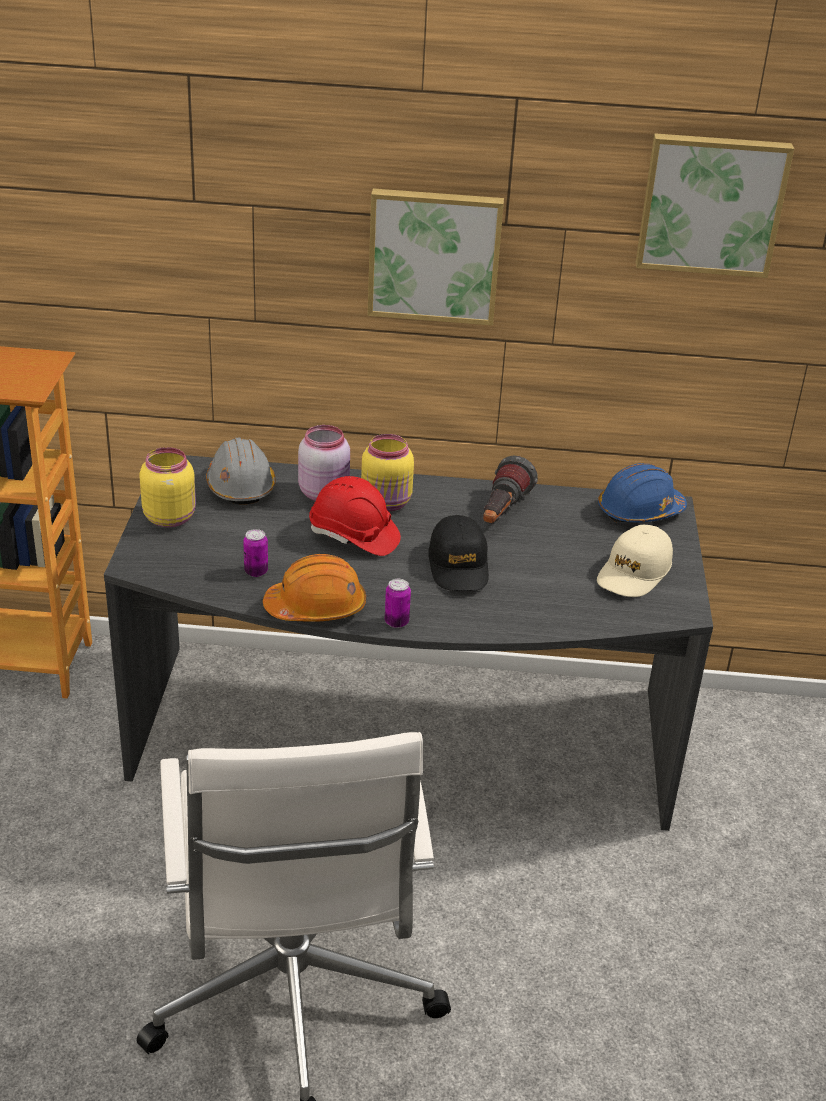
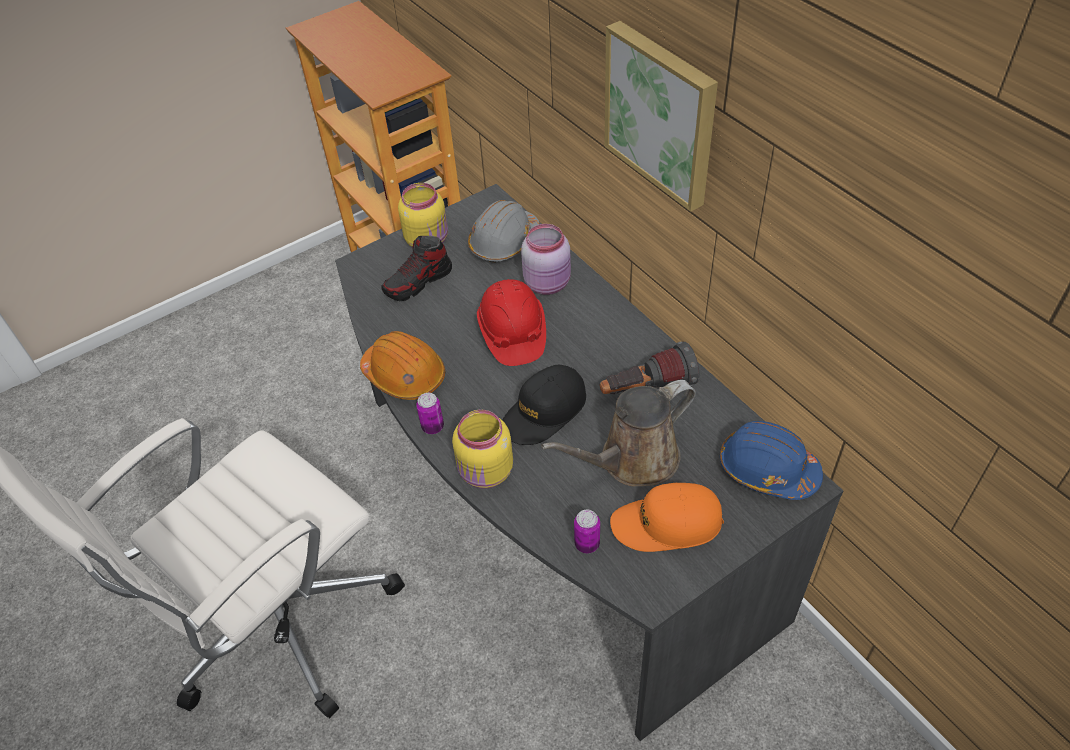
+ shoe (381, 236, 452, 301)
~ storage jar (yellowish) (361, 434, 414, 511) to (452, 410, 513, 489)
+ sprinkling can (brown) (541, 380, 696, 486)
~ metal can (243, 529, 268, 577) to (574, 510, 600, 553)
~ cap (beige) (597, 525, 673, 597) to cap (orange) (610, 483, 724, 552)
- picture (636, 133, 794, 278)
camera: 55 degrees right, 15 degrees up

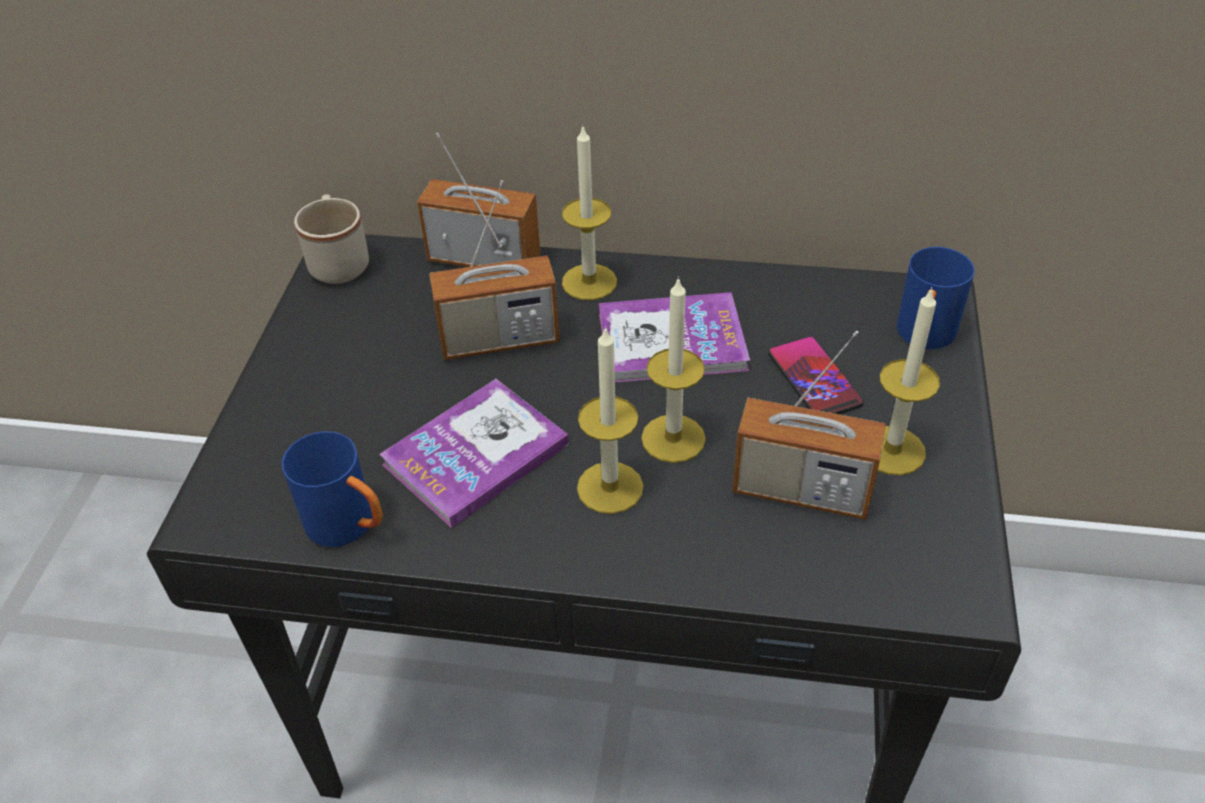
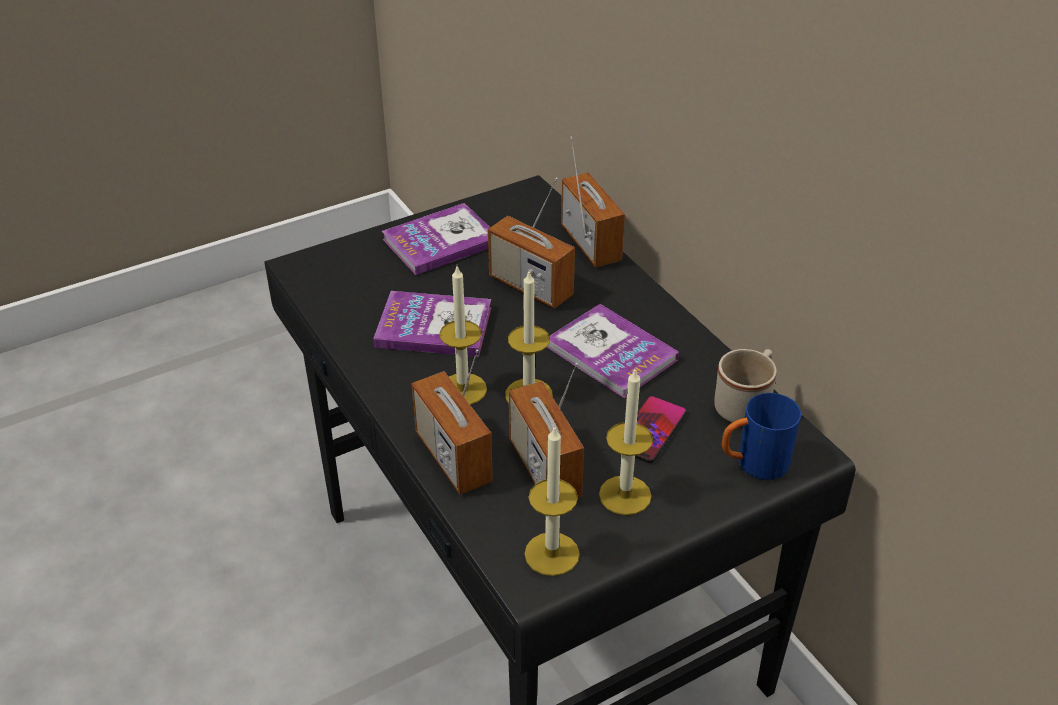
+ bound book (382, 203, 490, 275)
+ radio set (412, 349, 493, 495)
~ wax light (562, 124, 617, 300) to (524, 425, 580, 576)
~ coffee mug (beige) (294, 194, 369, 284) to (714, 349, 777, 423)
- coffee mug (blue-coloured) (282, 431, 383, 547)
camera: 50 degrees right, 5 degrees down

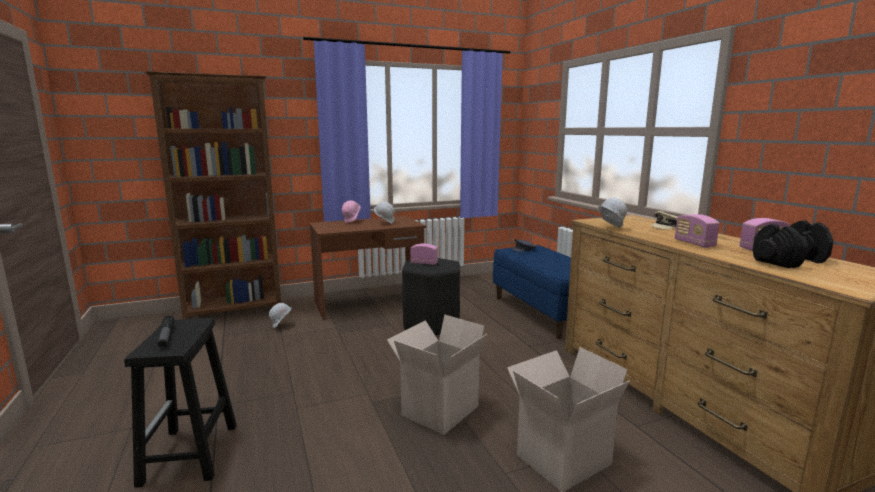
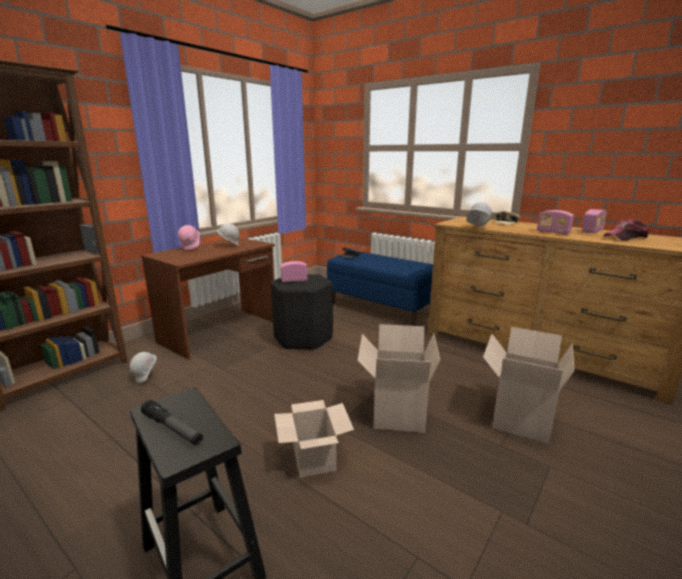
+ cardboard box (274, 400, 354, 478)
~ free weight (black) (753, 220, 833, 268) to cap (604, 219, 649, 241)
camera: 30 degrees left, 5 degrees up

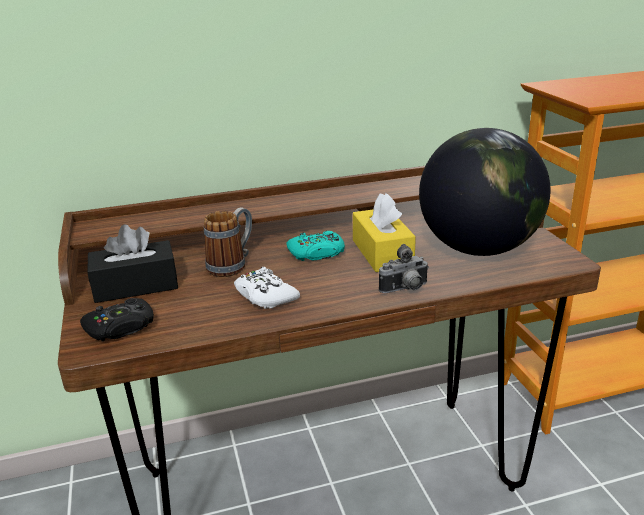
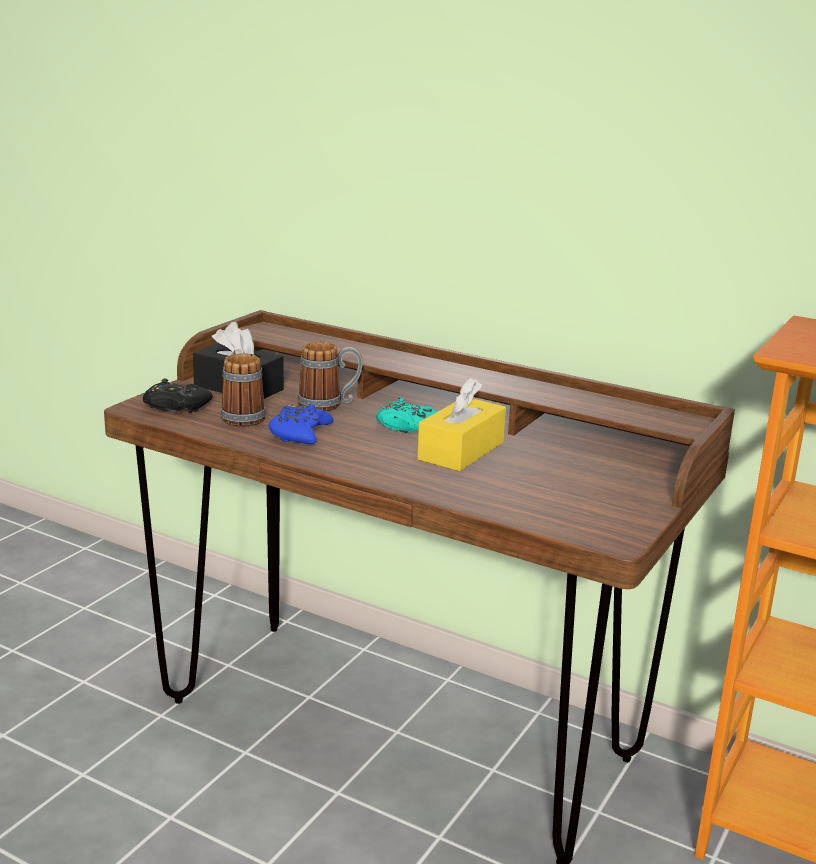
+ coffee mug (221, 349, 266, 427)
~ game controller (whitish) (234, 267, 300, 309) to game controller (blue-coloured) (269, 404, 333, 445)
- still camera (379, 244, 429, 293)
- desk globe (419, 128, 551, 256)
camera: 45 degrees right, 5 degrees down

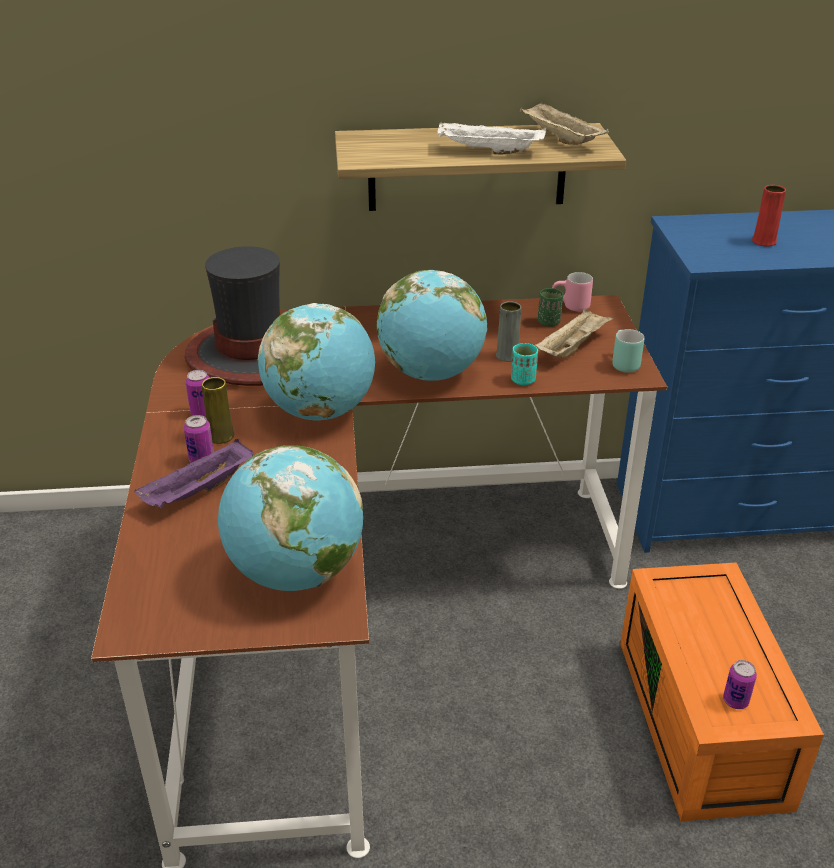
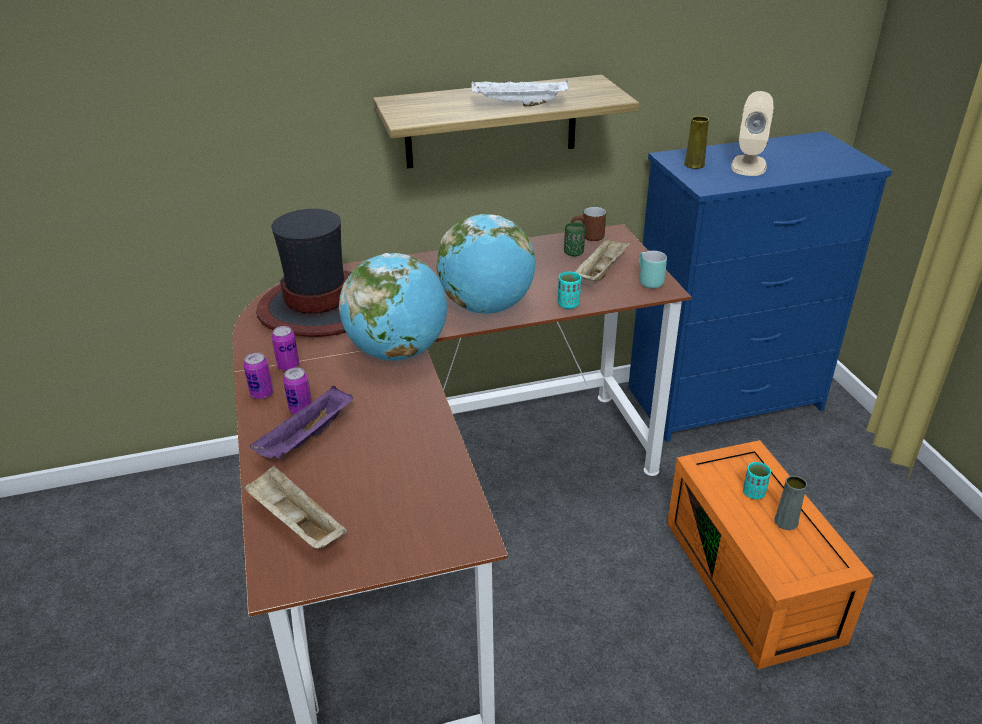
~ metal can (723, 660, 757, 709) to (243, 353, 273, 399)
~ serving tray (beige) (519, 101, 609, 145) to (244, 466, 347, 549)
~ coffee mug (pink) (552, 272, 593, 312) to coffee mug (brown) (571, 207, 606, 241)
~ vase (yellowish) (202, 377, 234, 444) to (684, 116, 709, 169)
~ vase (red-coloured) (752, 185, 786, 247) to speaker (beige) (731, 91, 774, 176)
+ drinking cup (turquoise) (743, 462, 771, 499)
~ vase (greyish) (496, 301, 521, 362) to (774, 476, 807, 530)
- desk globe (218, 445, 363, 591)
camera: 10 degrees left, 0 degrees up

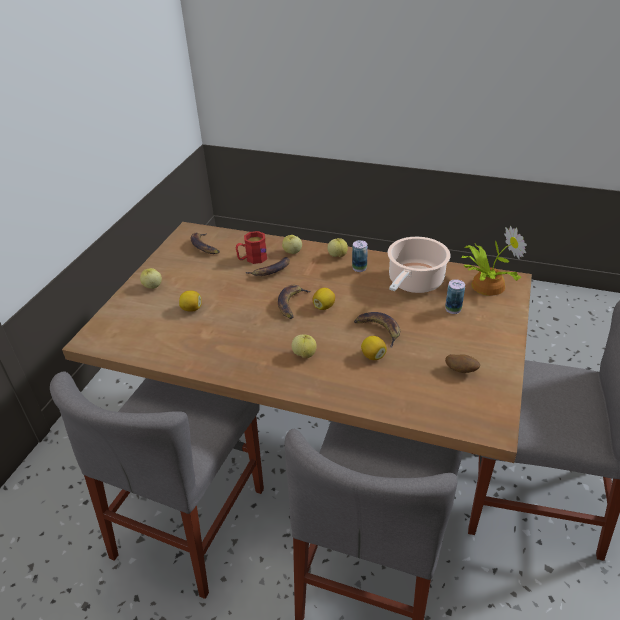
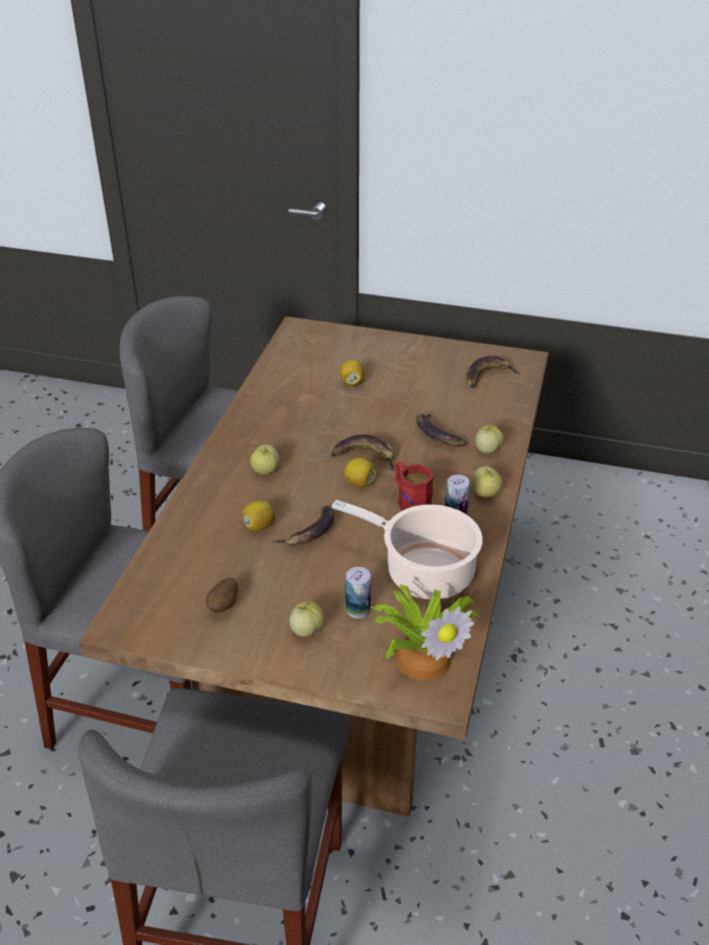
~ apple fruit (140, 268, 162, 289) to (289, 601, 324, 637)
~ coffee mug (red-coloured) (236, 231, 267, 264) to (395, 462, 434, 511)
camera: 85 degrees right, 0 degrees up

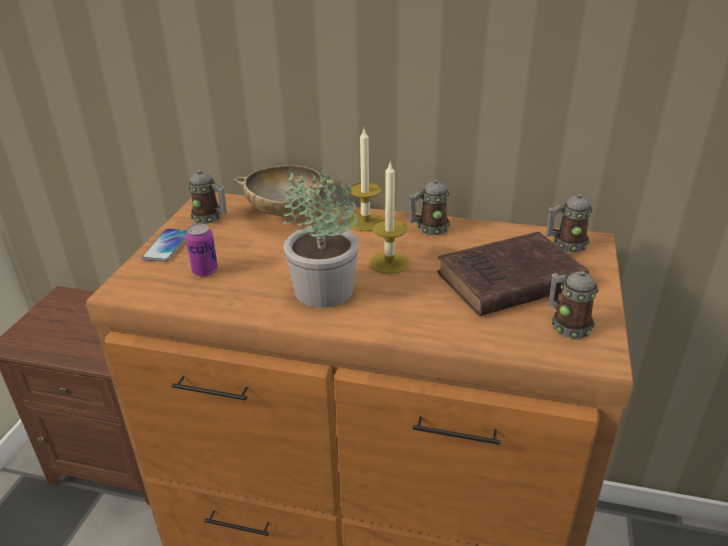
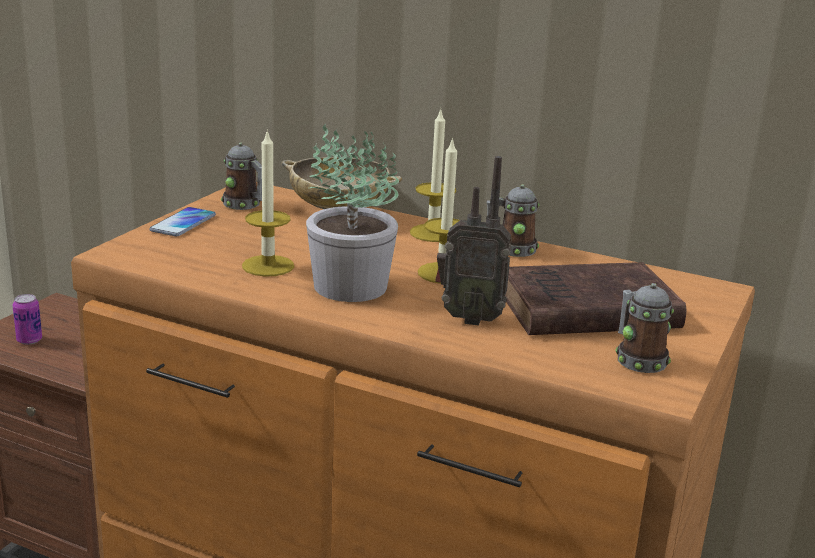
~ metal can (185, 224, 218, 277) to (12, 294, 42, 345)
+ wax light (242, 129, 294, 276)
+ radio set (435, 156, 512, 326)
- coffee mug (546, 195, 593, 252)
camera: 10 degrees right, 10 degrees down

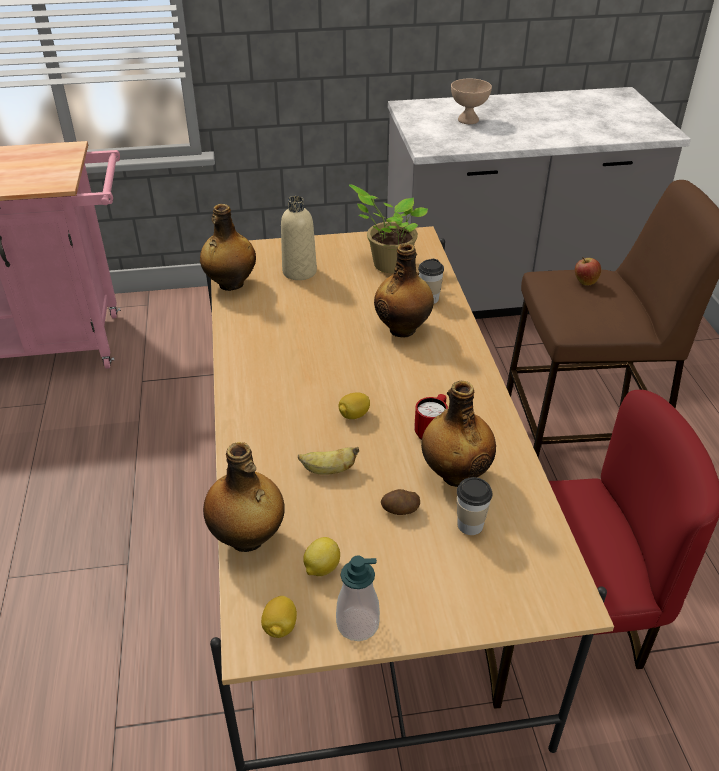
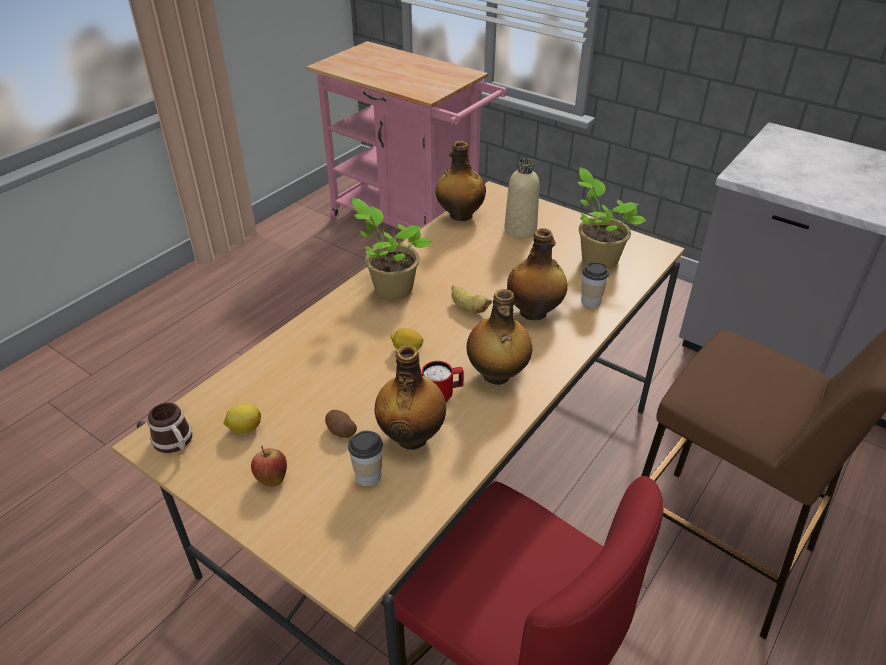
~ lemon (261, 596, 297, 638) to coffee mug (147, 402, 192, 453)
~ apple fruit (575, 257, 601, 286) to (251, 446, 287, 487)
+ potted plant (352, 198, 432, 300)
~ whole banana (298, 447, 359, 475) to (452, 285, 492, 313)
~ drink bottle (203, 442, 285, 552) to (467, 289, 532, 385)
- liquid soap bottle (336, 555, 380, 641)
- serving bowl (beige) (451, 79, 492, 124)
camera: 45 degrees right, 0 degrees up

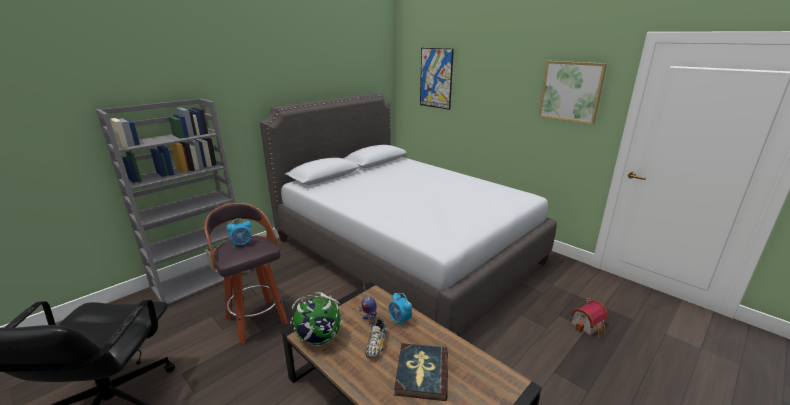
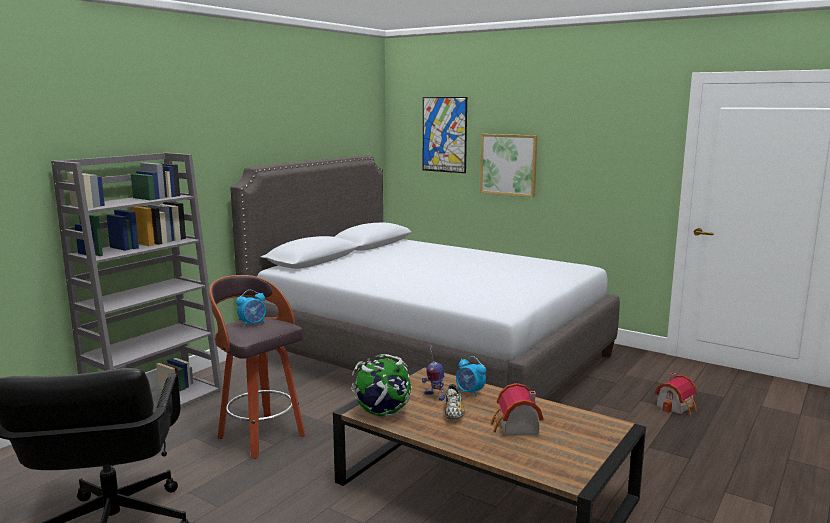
~ picture (539, 61, 607, 124) to (480, 134, 538, 197)
~ bound book (394, 343, 448, 401) to model house (491, 383, 544, 436)
camera: 10 degrees left, 10 degrees down

